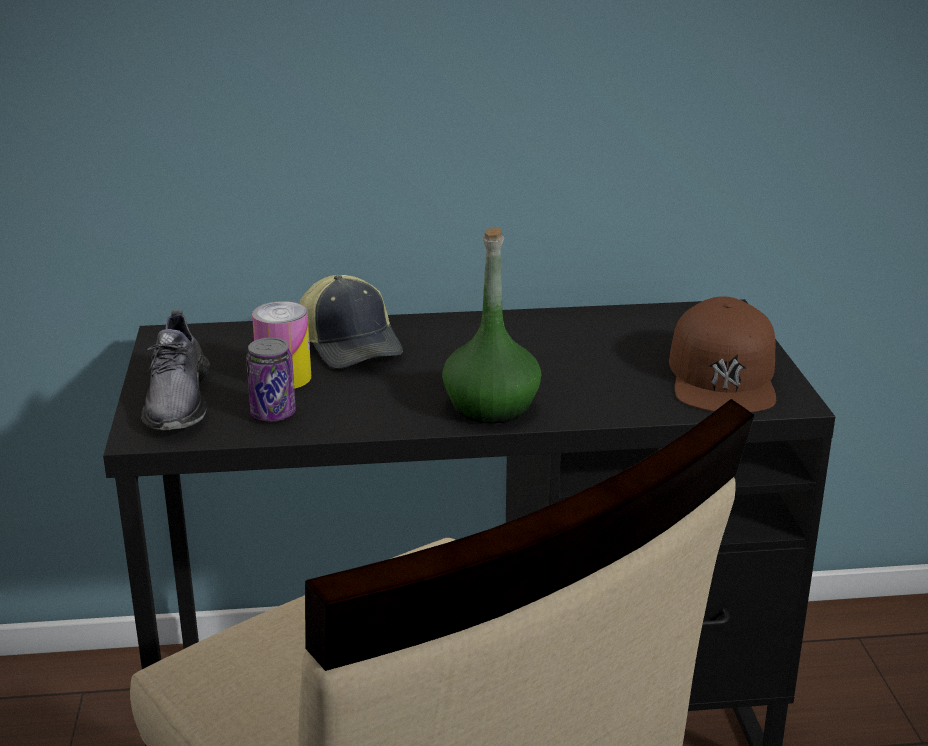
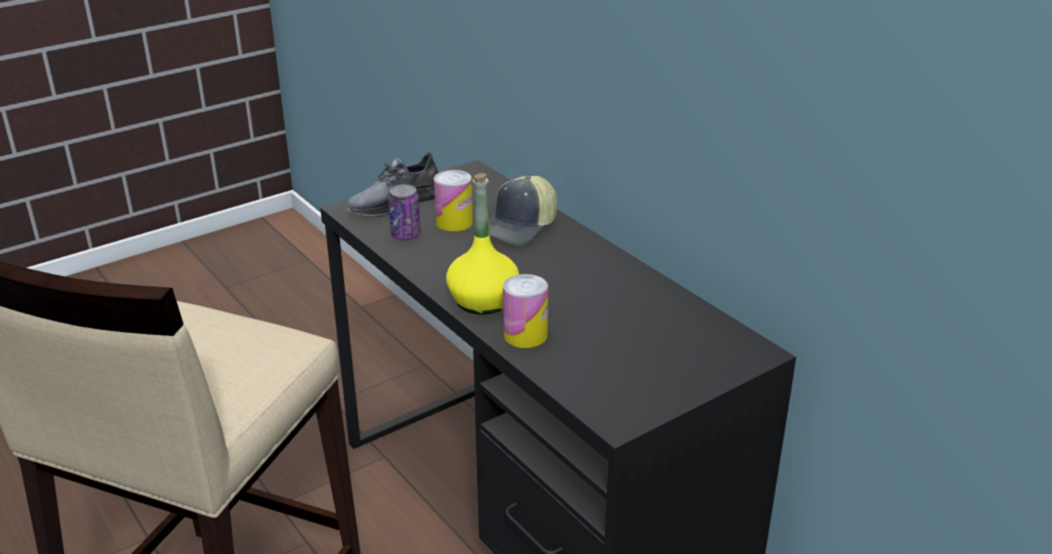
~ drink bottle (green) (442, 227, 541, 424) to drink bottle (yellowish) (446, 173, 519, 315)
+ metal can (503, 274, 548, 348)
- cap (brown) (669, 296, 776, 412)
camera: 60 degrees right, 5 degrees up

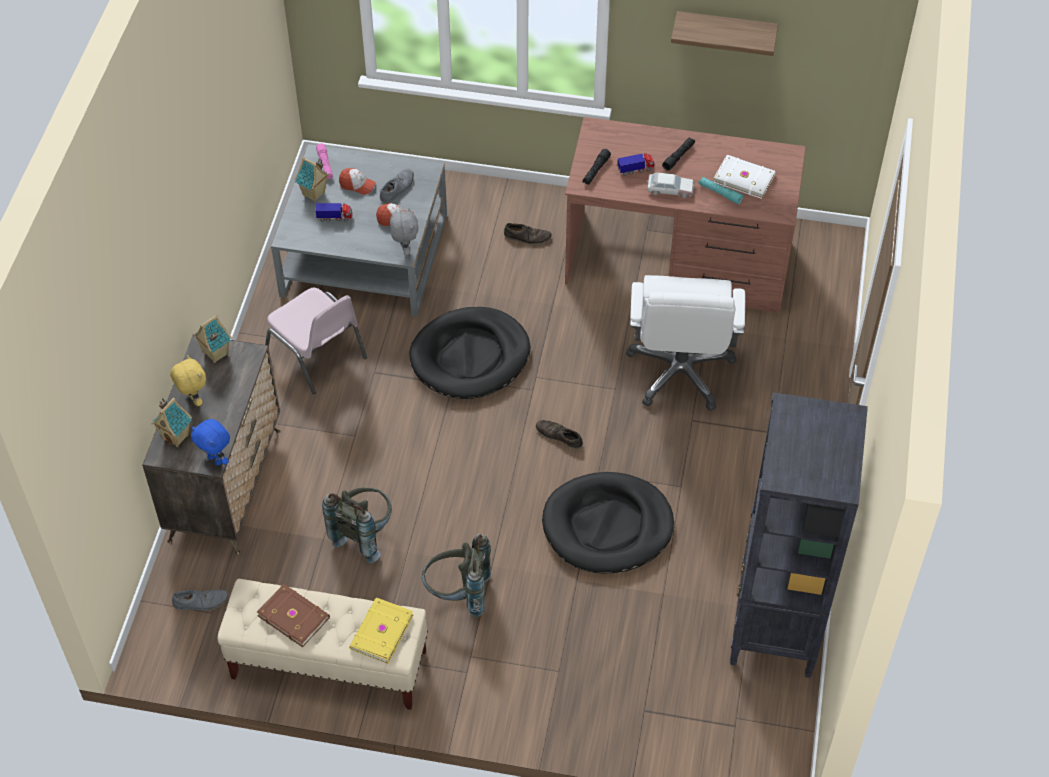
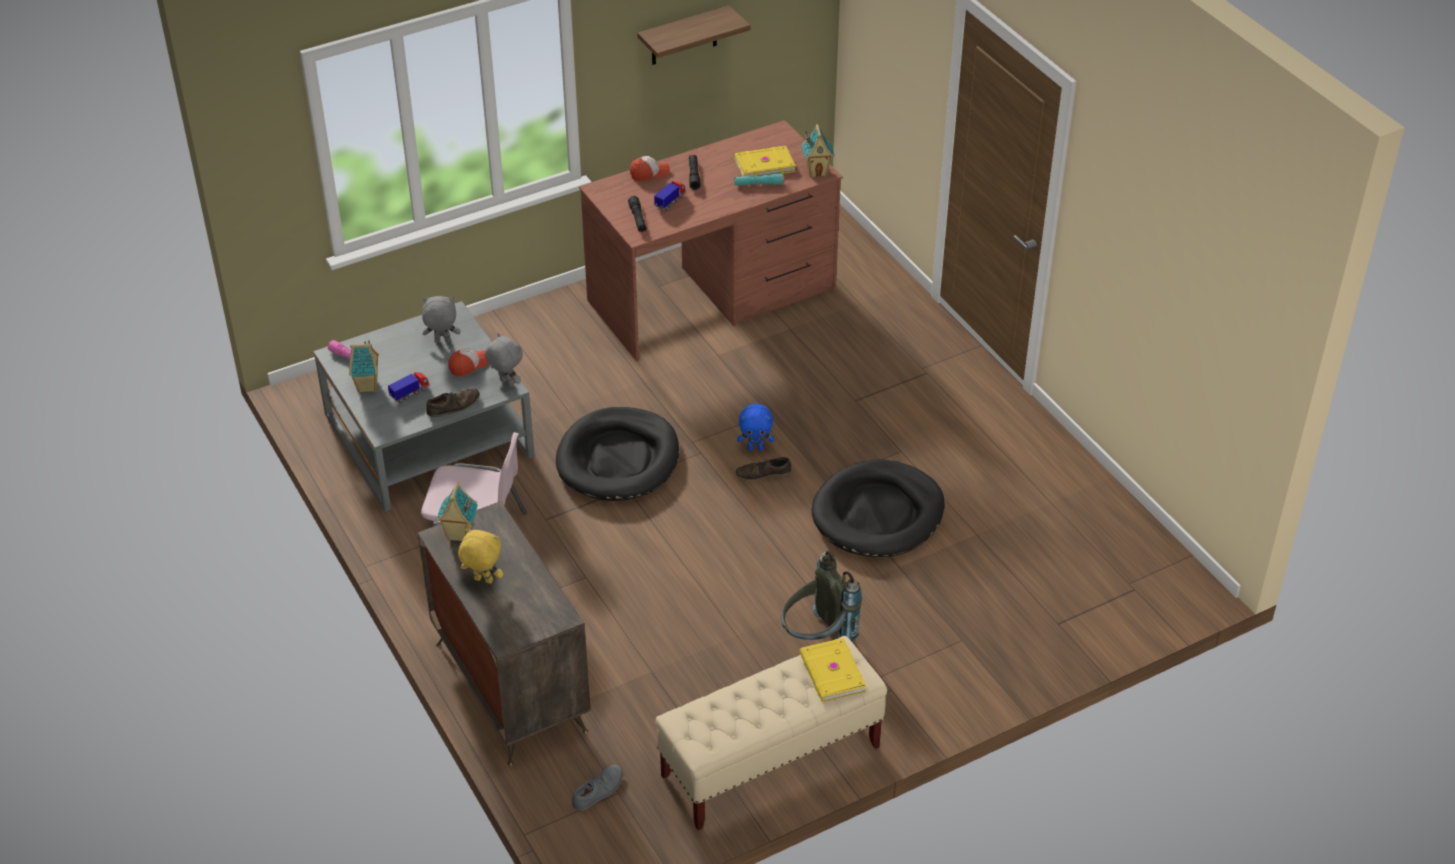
~ shoe (greyish) (380, 168, 414, 203) to soft toy (greyish) (422, 296, 461, 343)
~ shoe (brown) (504, 223, 552, 245) to (426, 388, 480, 417)
~ cap (339, 168, 376, 195) to (630, 156, 670, 182)
~ bound book (whitish) (713, 155, 776, 199) to bound book (yellowish) (734, 146, 796, 177)
~ soft toy (blue-coloured) (191, 419, 230, 466) to (737, 403, 774, 451)
~ model house (151, 398, 192, 447) to (802, 124, 835, 178)
- bound book (brown) (257, 584, 330, 647)
- knapsack (greyish) (322, 487, 392, 563)
- desk chair (whitish) (626, 275, 745, 411)
- miniature car (647, 172, 694, 198)
- shelving unit (black) (730, 392, 868, 678)
camera: 40 degrees left, 10 degrees down

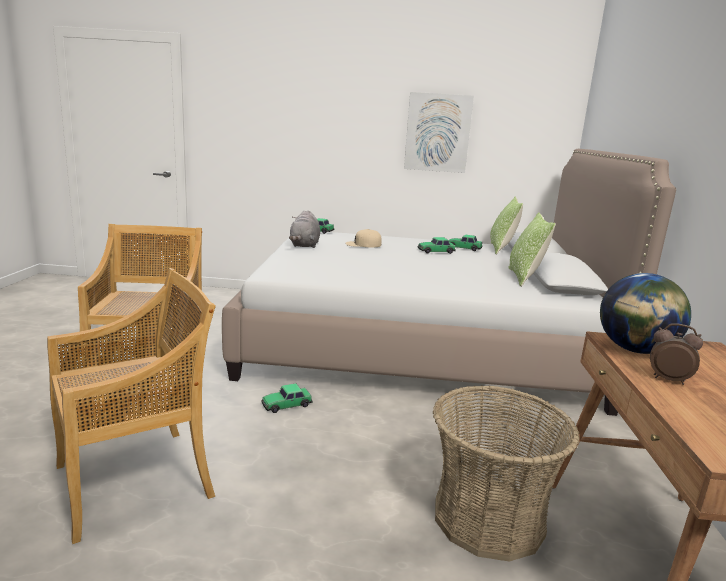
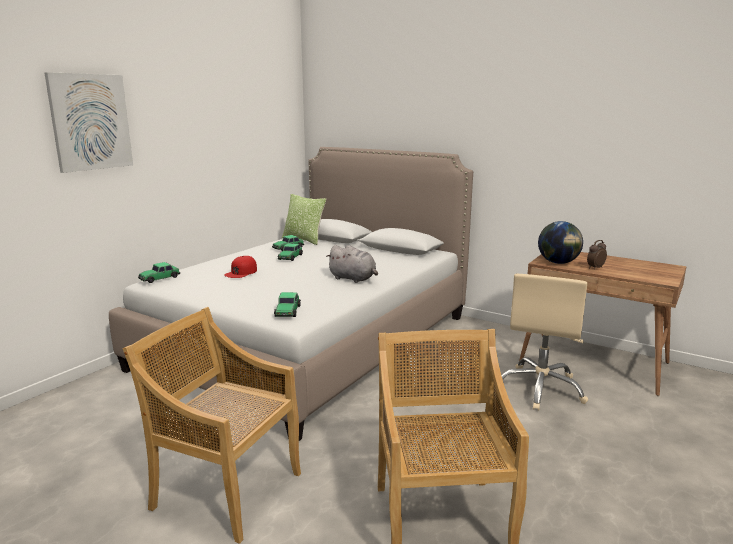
~ picture (404, 92, 474, 173) to (44, 72, 133, 173)
~ cap (beige) (345, 229, 382, 248) to cap (red-coloured) (224, 256, 257, 278)
~ miniature car (261, 383, 312, 413) to (274, 292, 301, 317)
~ soft toy (greyish) (289, 210, 320, 248) to (326, 245, 378, 283)
~ storage basket (433, 385, 580, 562) to desk chair (beige) (501, 274, 588, 411)
- cushion (508, 212, 556, 287)
camera: 60 degrees left, 0 degrees up

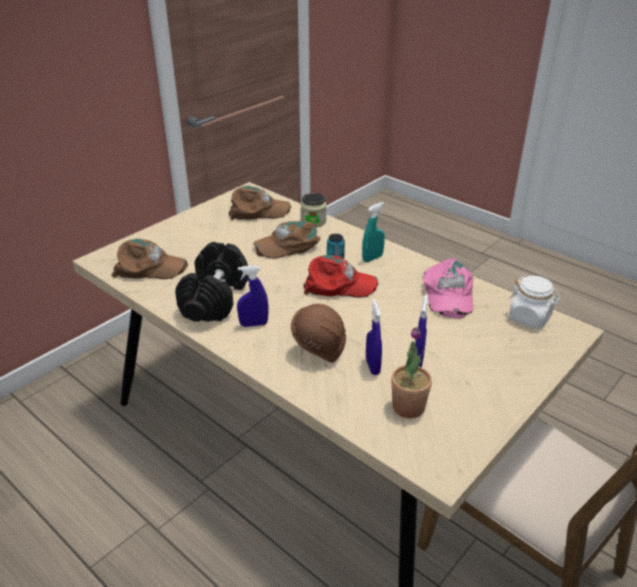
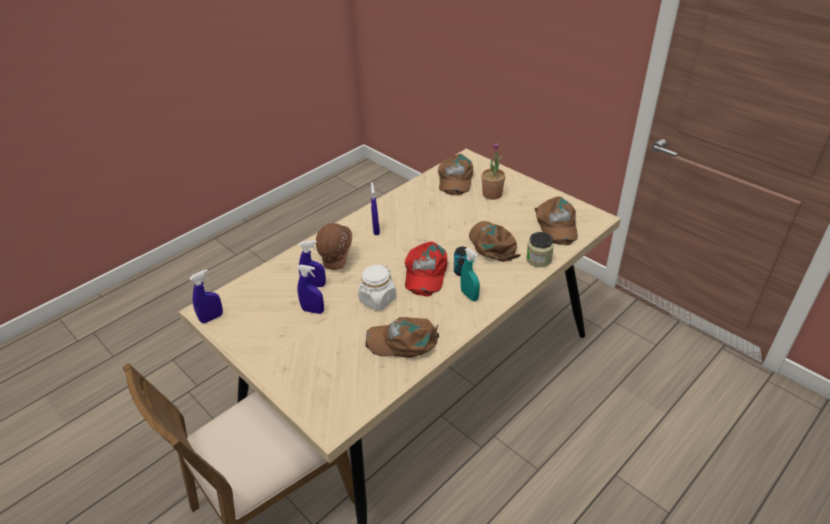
+ spray bottle (blue-coloured) (189, 269, 223, 323)
~ storage jar (whitish) (509, 276, 560, 329) to (358, 264, 396, 311)
~ cap (pink) (423, 258, 473, 318) to cap (brown) (365, 317, 439, 358)
~ potted plant (391, 327, 432, 418) to (481, 142, 505, 200)
- free weight (black) (175, 242, 249, 322)
camera: 95 degrees right, 5 degrees up

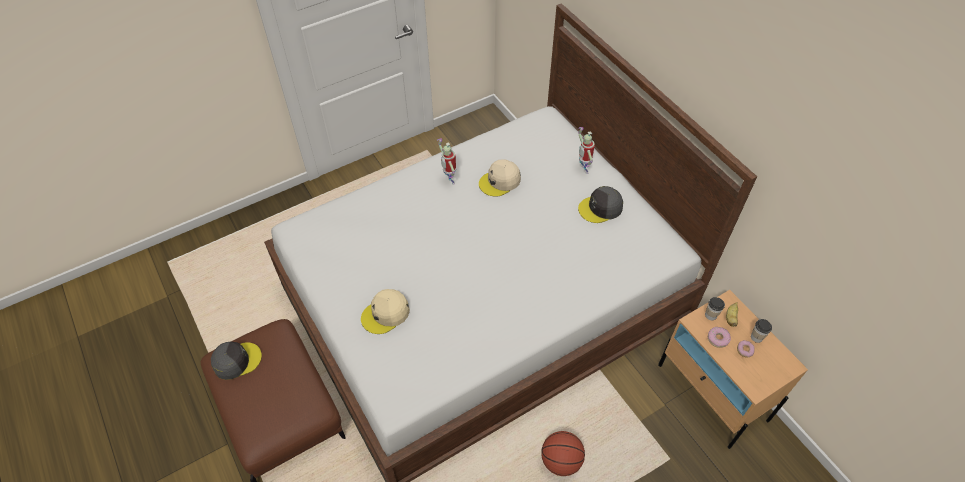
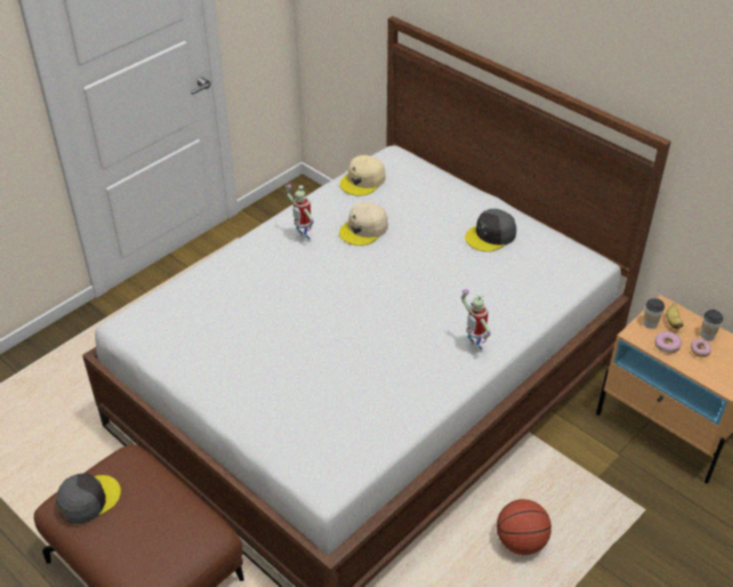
~ cap (beige) (361, 289, 410, 334) to (340, 155, 386, 196)
~ model robot (578, 127, 595, 174) to (461, 289, 491, 352)
camera: 15 degrees left, 10 degrees down

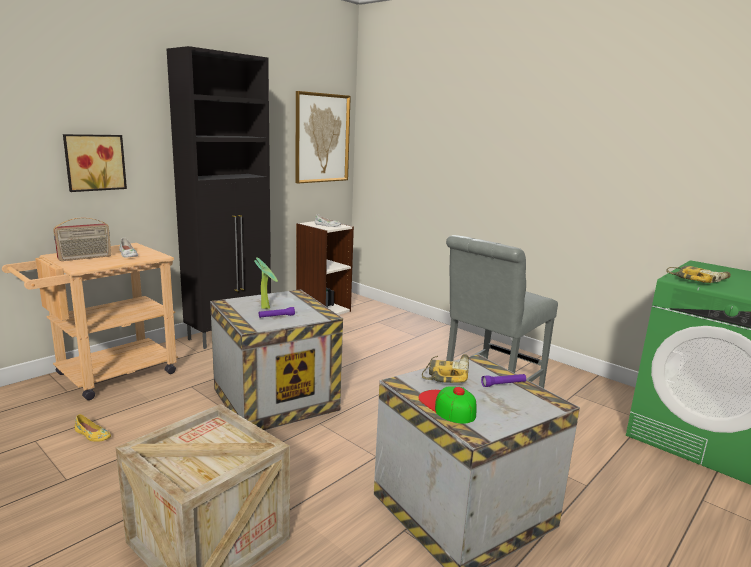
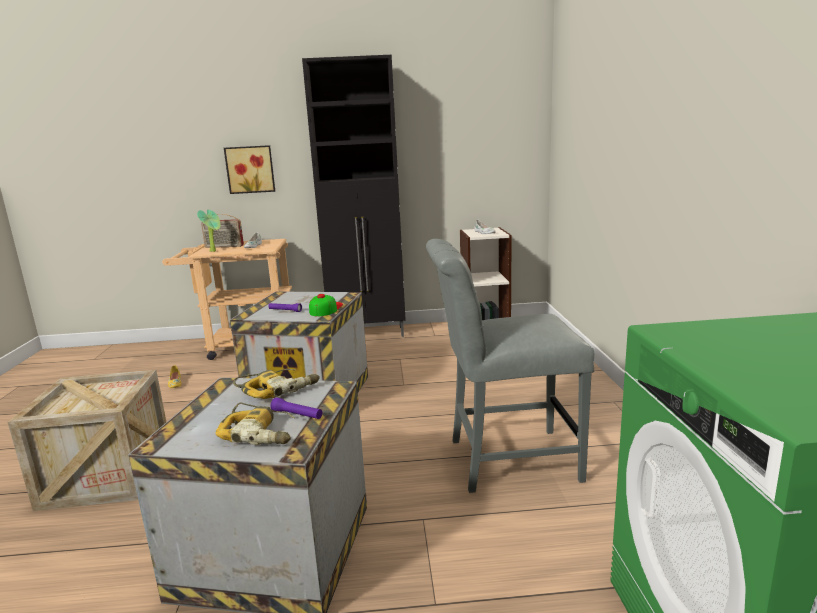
~ potted plant (254, 257, 278, 309) to (197, 209, 221, 252)
~ drill (666, 266, 731, 283) to (215, 403, 295, 445)
~ cap (418, 386, 476, 424) to (309, 294, 343, 316)
- picture (296, 91, 351, 184)
camera: 45 degrees right, 0 degrees up

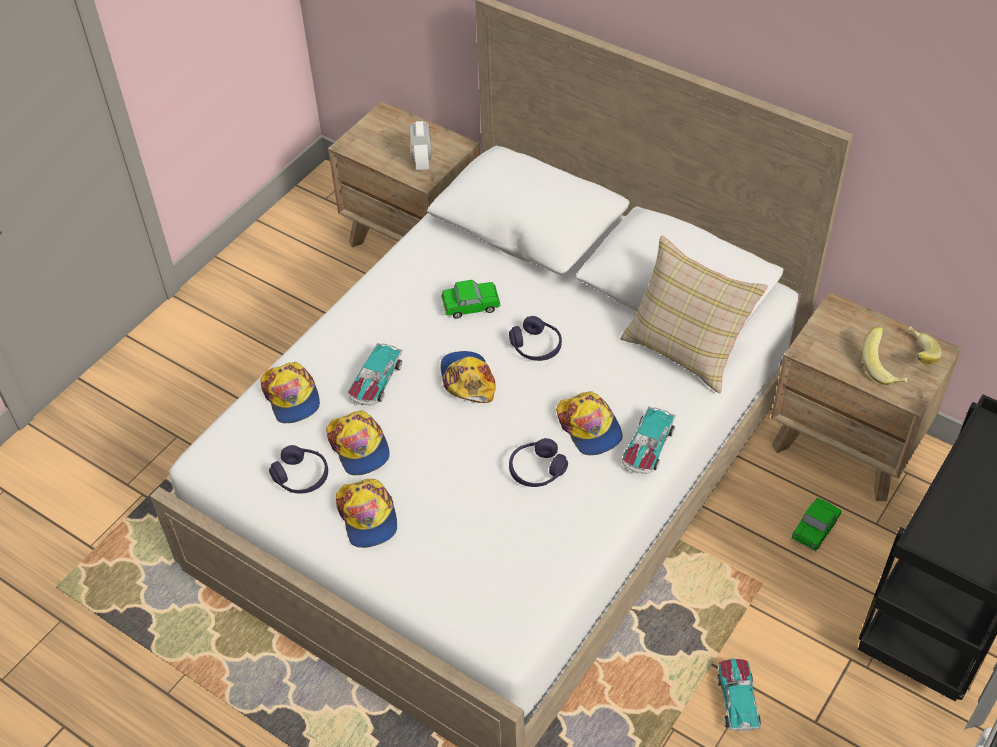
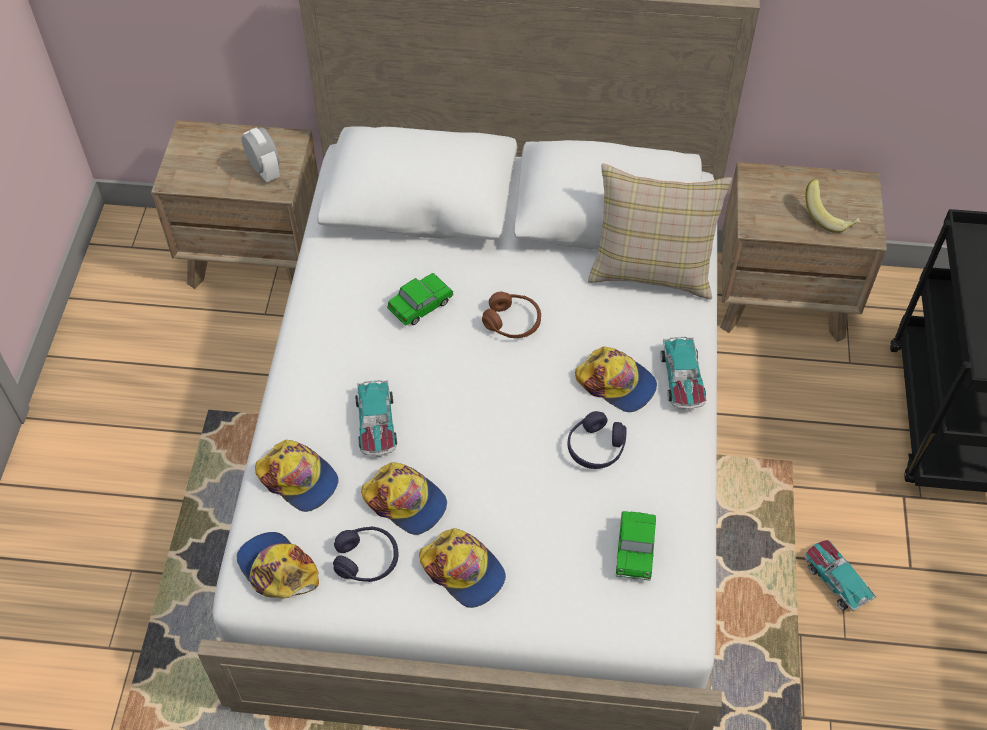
~ cap (441, 351, 495, 403) to (236, 532, 319, 599)
~ headset (purplish) (509, 316, 562, 361) to headset (brown) (482, 292, 541, 338)
~ miniature car (791, 498, 841, 551) to (616, 511, 656, 581)
- whole banana (908, 326, 942, 364)
camera: 30 degrees left, 5 degrees up

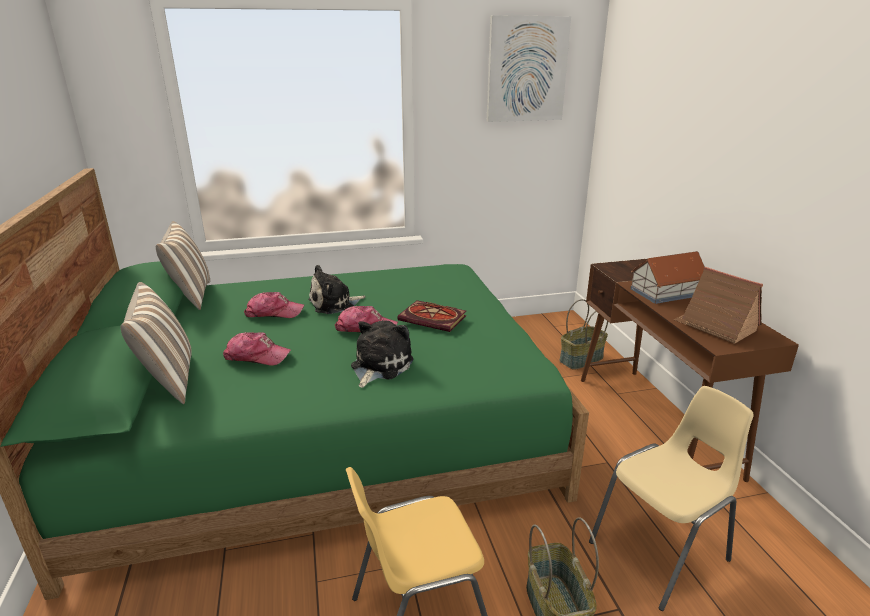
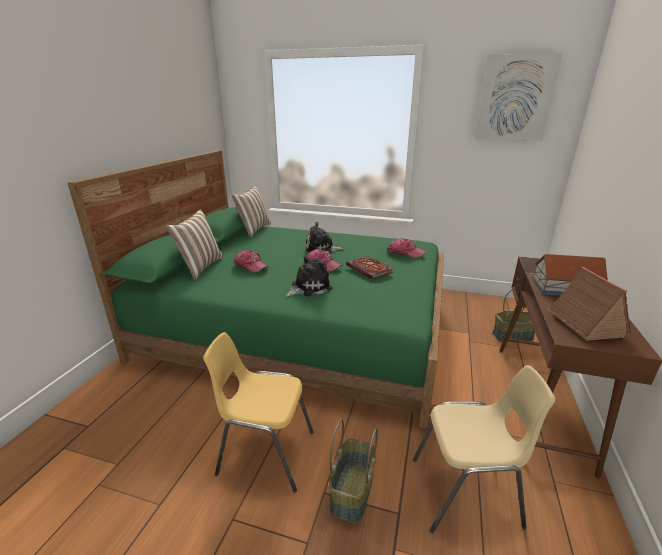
~ cap (244, 292, 304, 318) to (387, 238, 426, 258)
camera: 30 degrees right, 0 degrees up

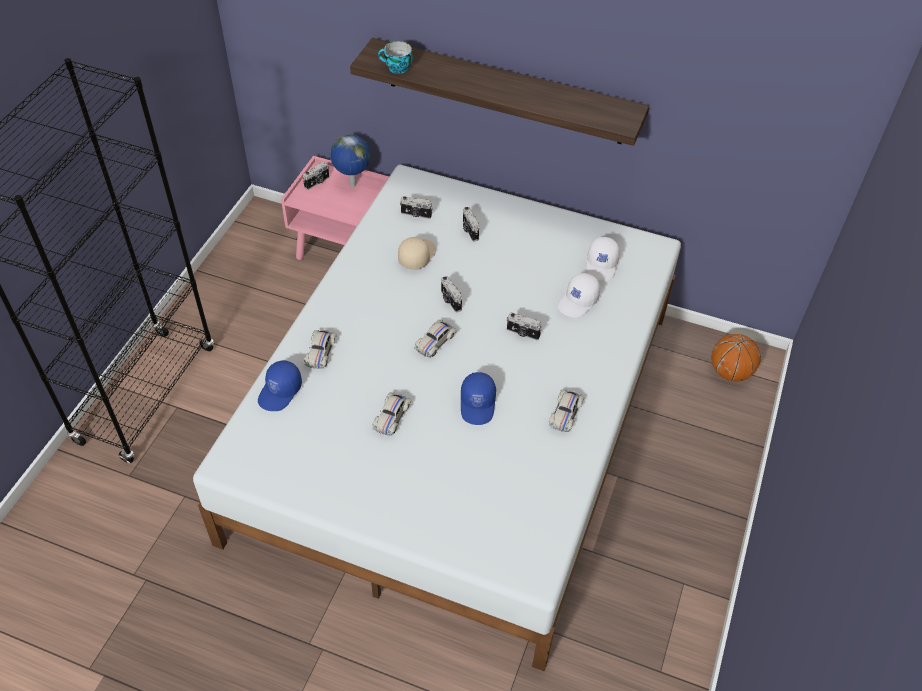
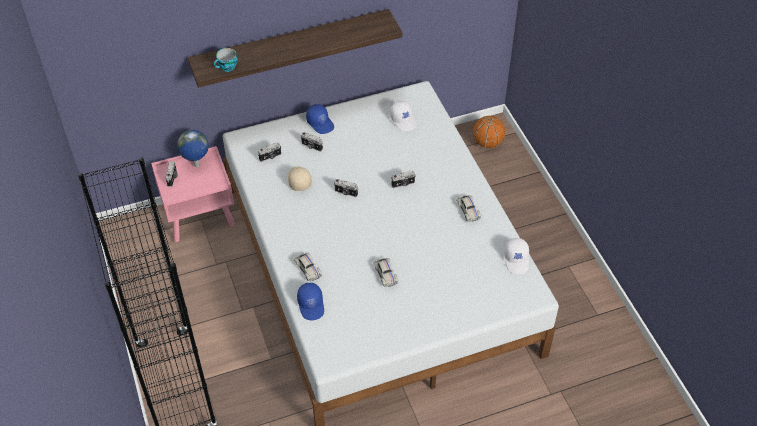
~ cap (blue-coloured) (461, 372, 496, 425) to (306, 104, 334, 134)
~ cap (whitish) (558, 273, 600, 318) to (504, 238, 529, 274)
- miniature car (whitish) (414, 320, 457, 357)
camera: 40 degrees left, 0 degrees up

